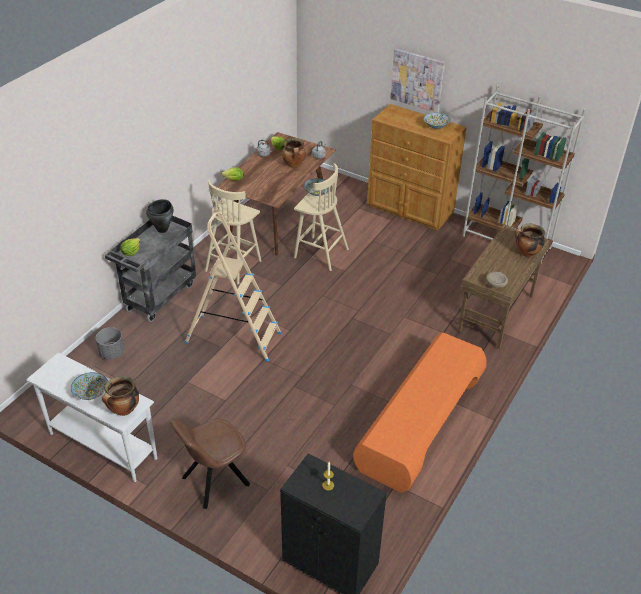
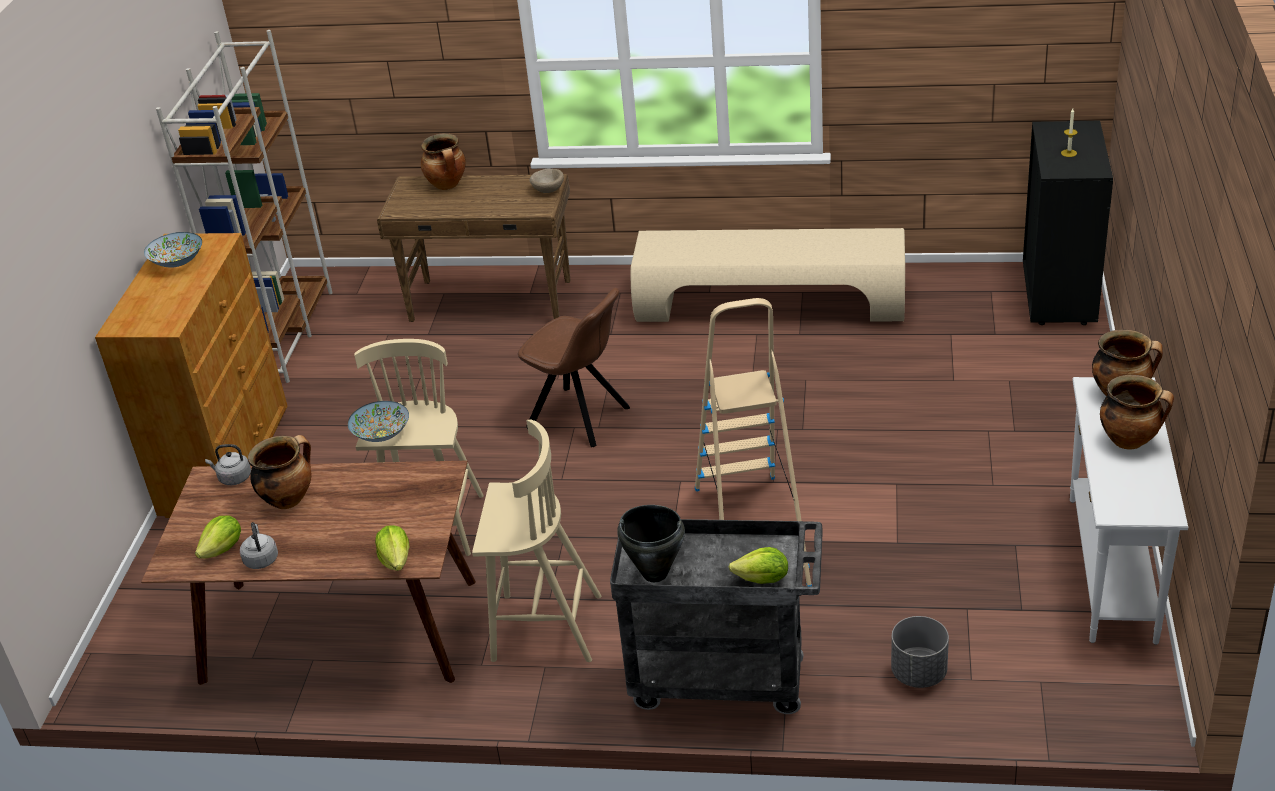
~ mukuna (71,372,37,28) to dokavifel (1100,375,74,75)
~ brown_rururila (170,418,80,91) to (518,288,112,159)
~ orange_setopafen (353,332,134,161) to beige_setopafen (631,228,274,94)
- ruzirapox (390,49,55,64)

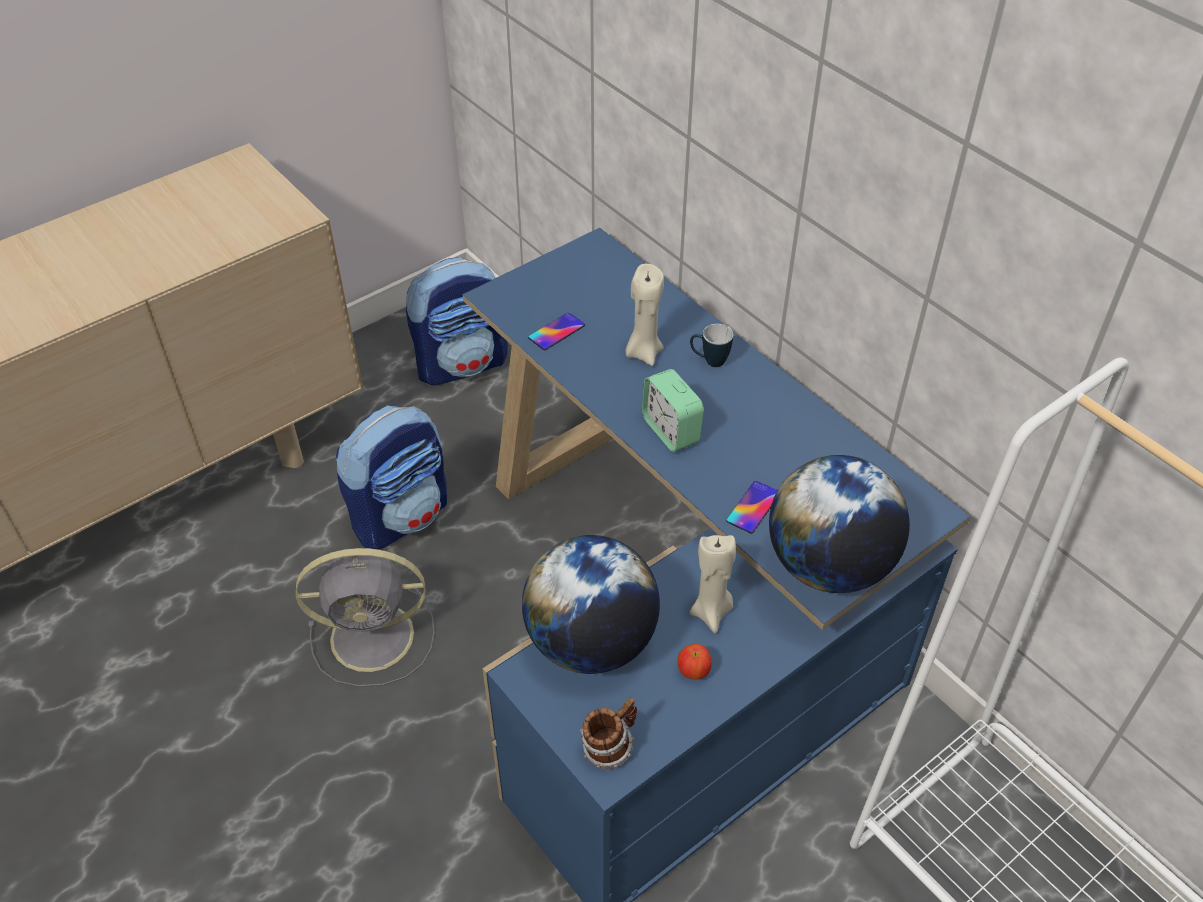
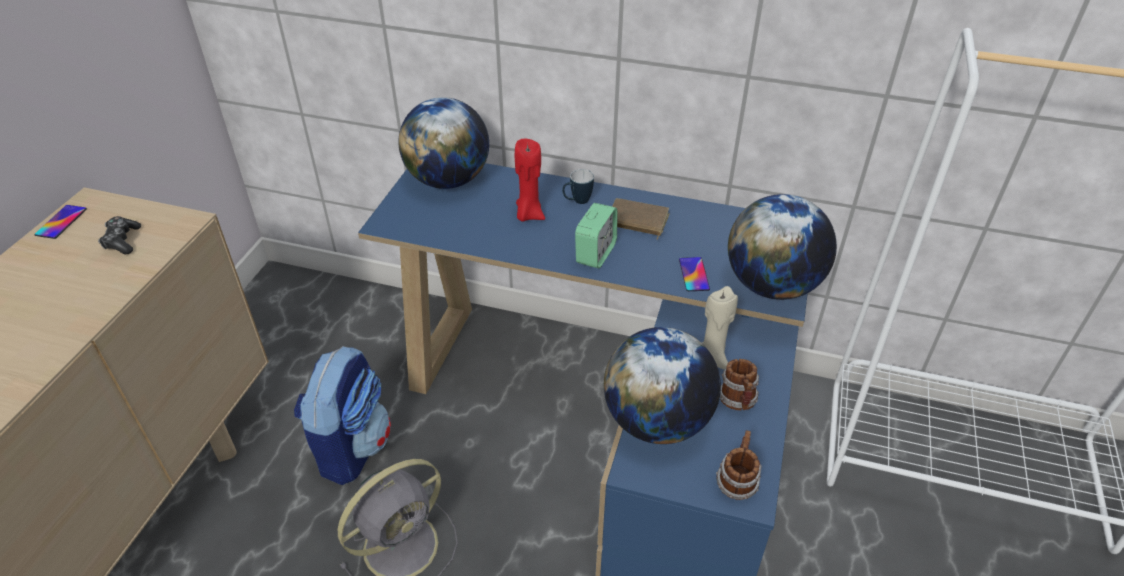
- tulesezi (406,257,102,128)
~ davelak (528,312,57,38) to (34,205,53,34)
~ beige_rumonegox (625,264,39,102) to red_rumonegox (515,139,30,83)
~ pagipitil (642,369,62,83) = (575,203,43,65) 90 degrees counterclockwise
~ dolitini (677,644,35,36) to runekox (720,359,39,51)
+ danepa (98,216,43,39)
+ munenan (398,97,91,92)
+ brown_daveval (612,198,57,42)

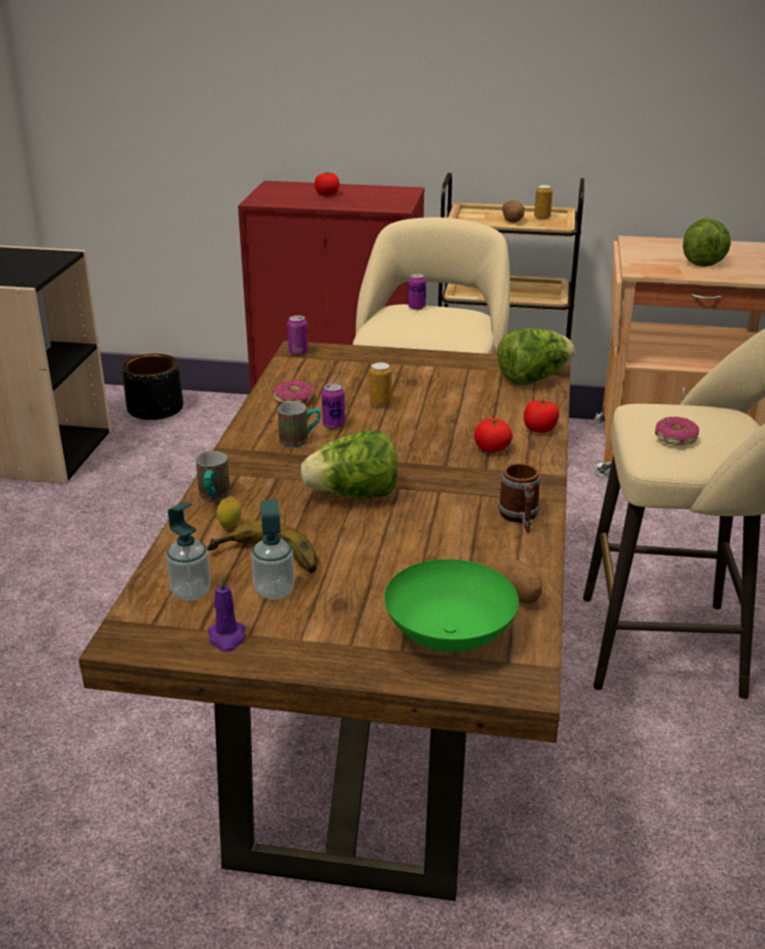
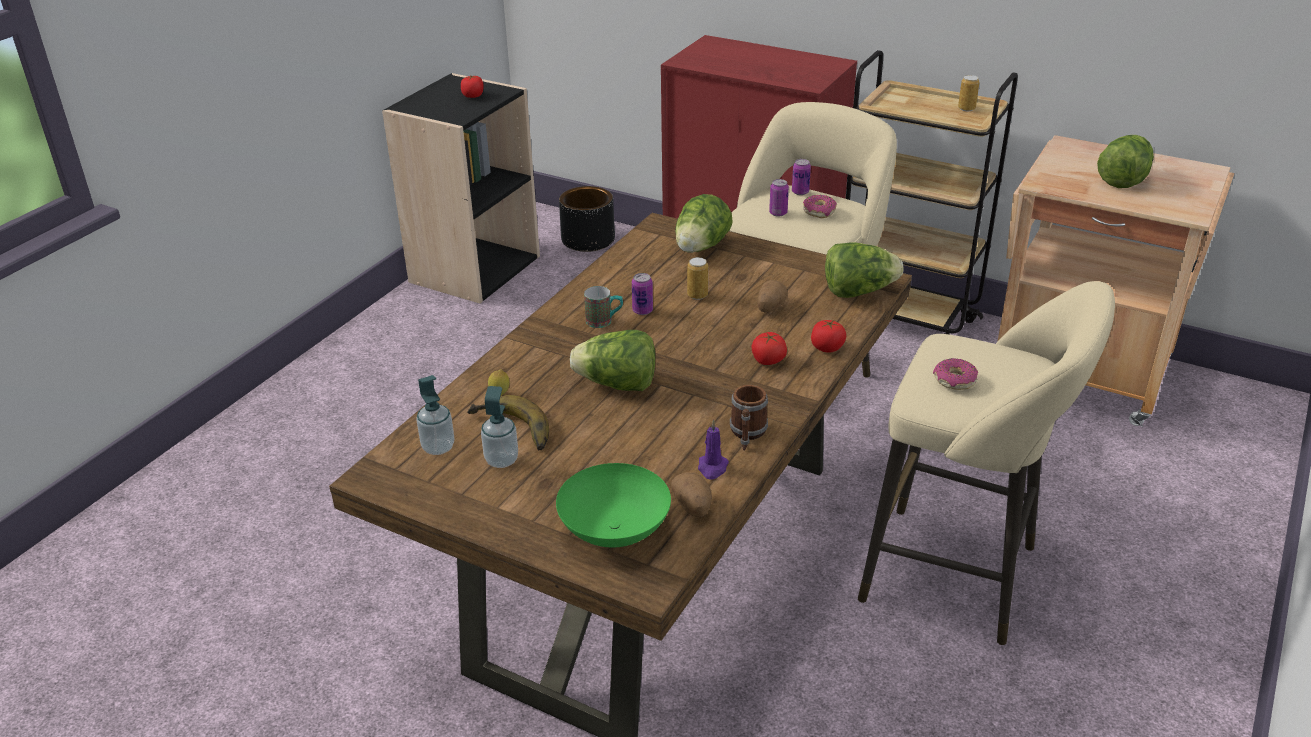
- runekox (196,451,34,50)
~ purple_rumonegox (208,576,37,76) to (698,419,31,60)
~ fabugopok (273,380,40,25) to (803,195,34,23)
~ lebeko (287,315,21,41) to (769,179,20,38)
~ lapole (315,172,25,24) to (461,75,23,23)
~ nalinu (502,200,23,23) to (758,280,29,33)
+ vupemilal (675,194,58,59)

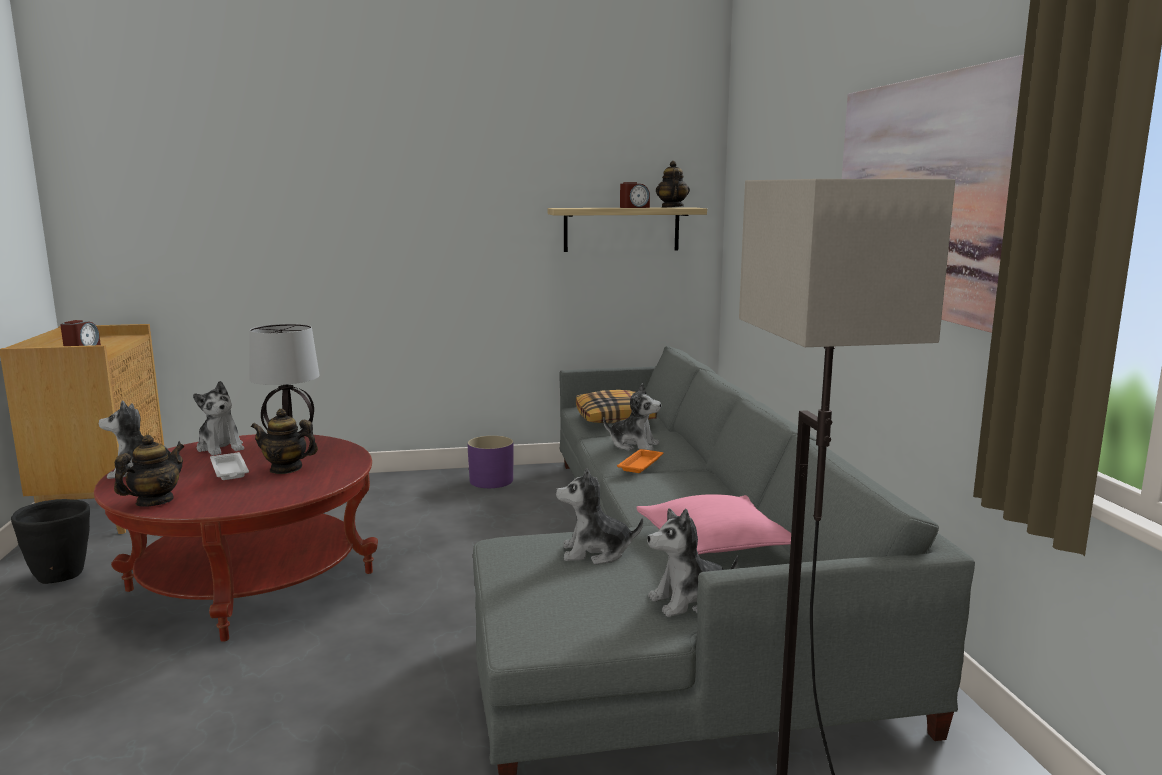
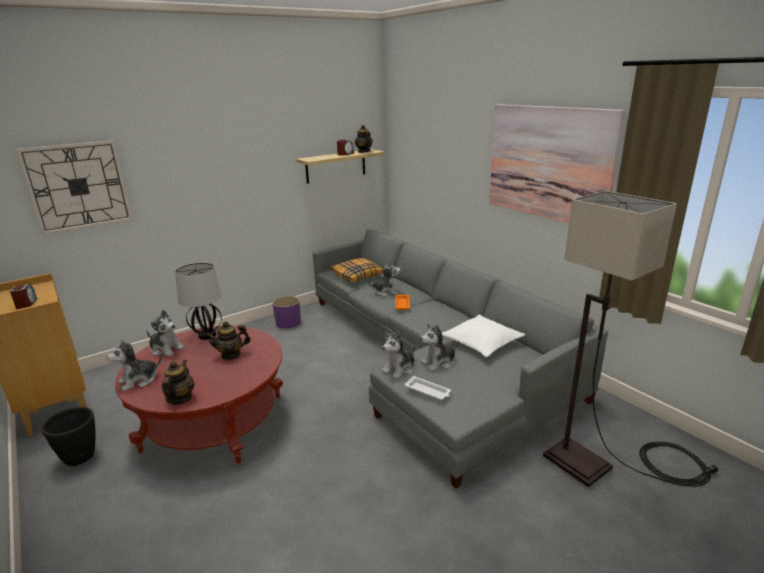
~ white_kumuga (210,452,39,28) to (404,376,47,24)
~ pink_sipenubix (636,494,155,61) to white_sipenubix (442,315,83,42)
~ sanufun (647,508,91,109) to (382,331,34,48)
+ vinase (16,140,116,95)

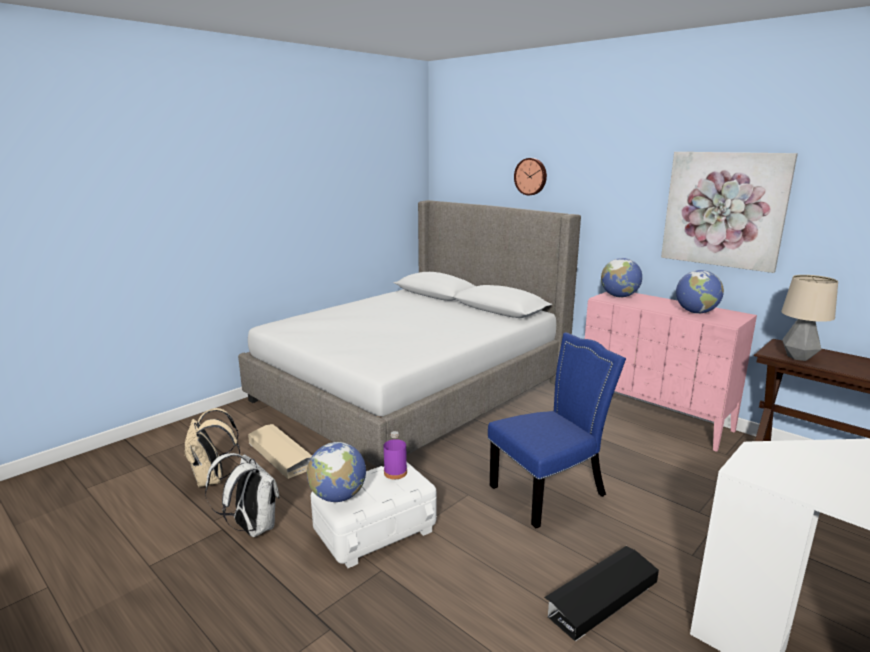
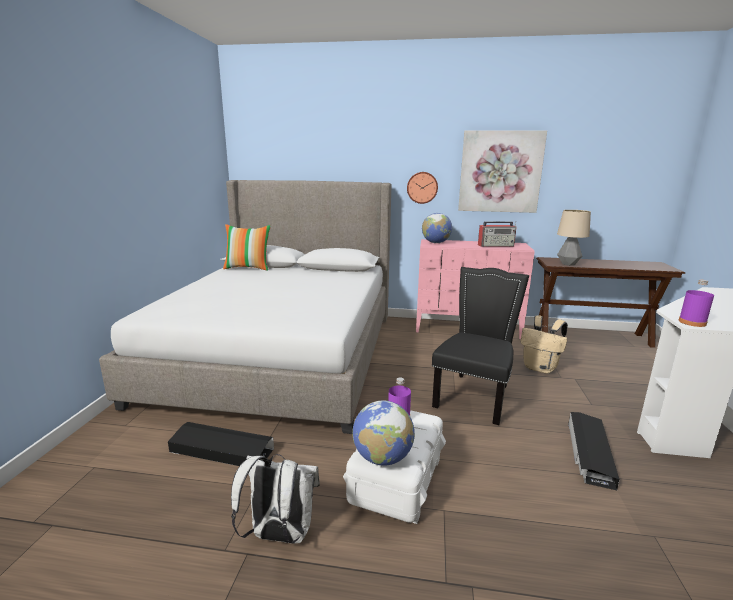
~ beige_tulesezi (184,408,56,79) to (520,315,48,58)
~ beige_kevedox (248,424,64,55) to black_kevedox (168,422,106,44)
~ blue_rururila (488,333,138,196) to black_rururila (432,267,97,158)
~ vinase (514,158,33,37) to (407,172,31,32)
~ munenan (676,270,48,44) to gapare (478,222,38,25)
+ sipenubix (223,224,48,47)
+ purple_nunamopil (678,280,36,47)

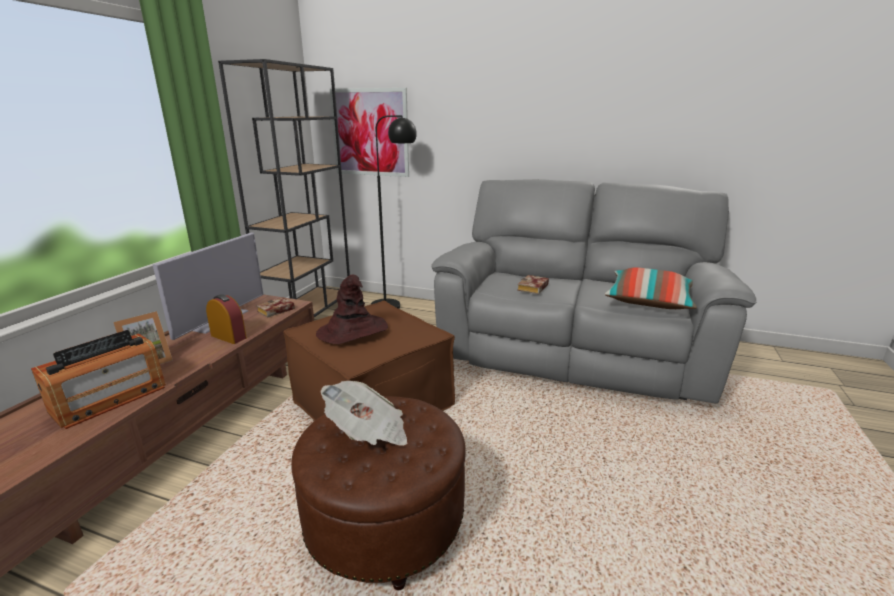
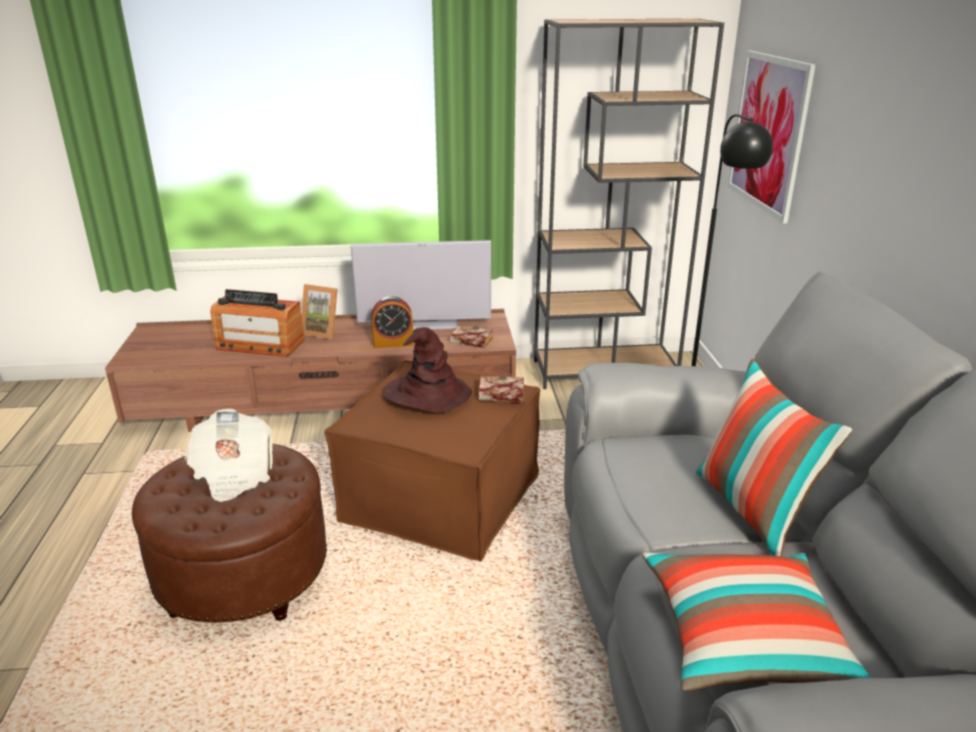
~ pagipitil (206,294,41,50) = (371,296,43,52) 75 degrees clockwise
~ daveval (517,275,32,19) to (479,376,45,26)
+ sipenubix (696,359,157,197)

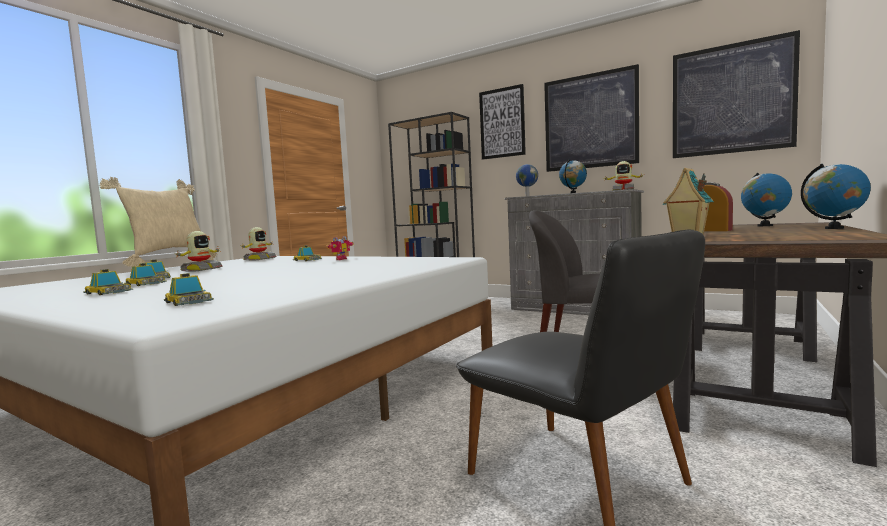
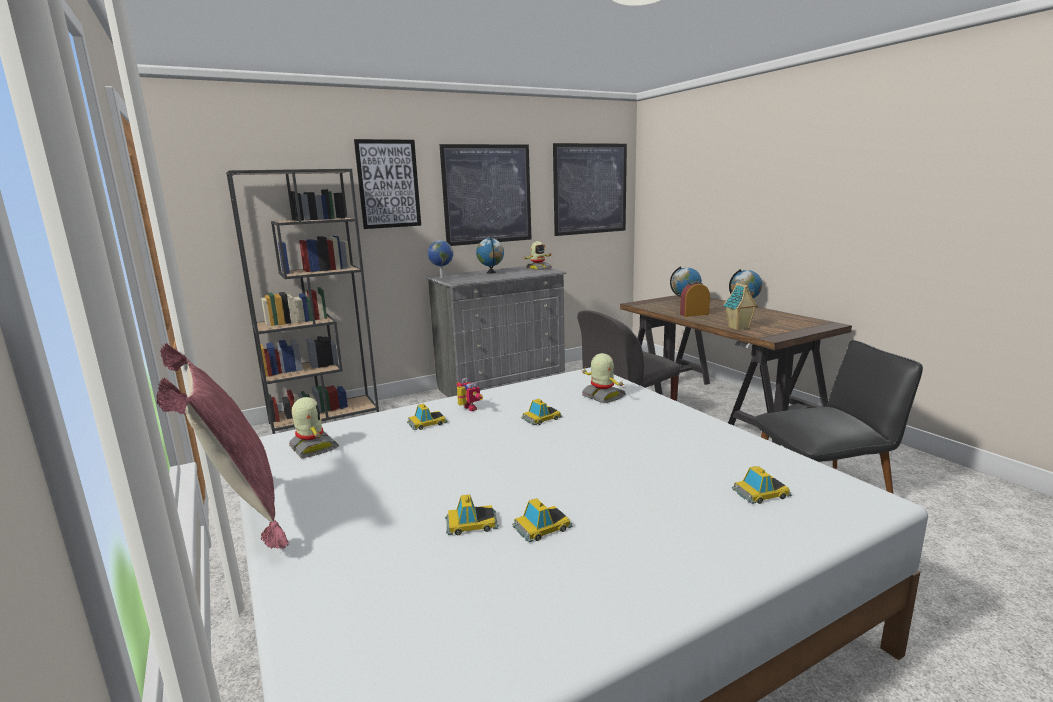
~ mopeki (83,269,50,26) to (521,399,41,26)
~ beige_sipenubix (100,177,116,90) to red_sipenubix (156,343,133,206)
~ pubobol (176,231,47,41) to (582,353,44,50)

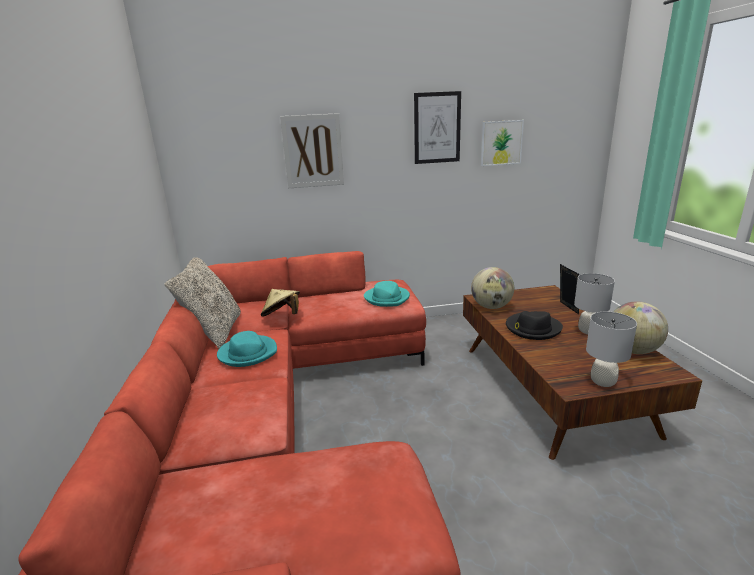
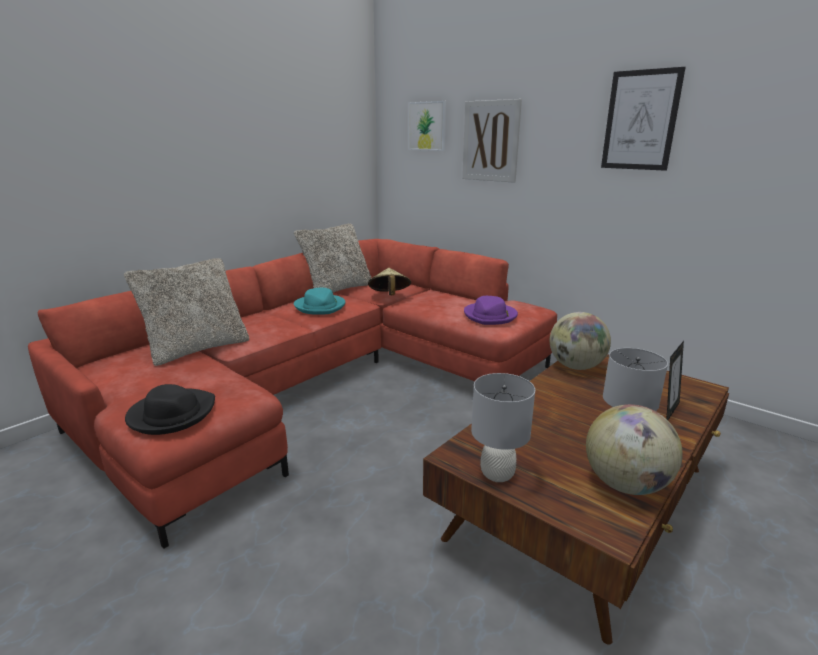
~ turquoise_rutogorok (364,281,46,26) to purple_rutogorok (464,296,54,29)
~ ruzirapox (481,120,43,46) to (408,101,38,50)
~ black_rutogorok (506,311,57,29) to (125,384,90,51)
+ beige_sipenubix (124,258,125,108)

